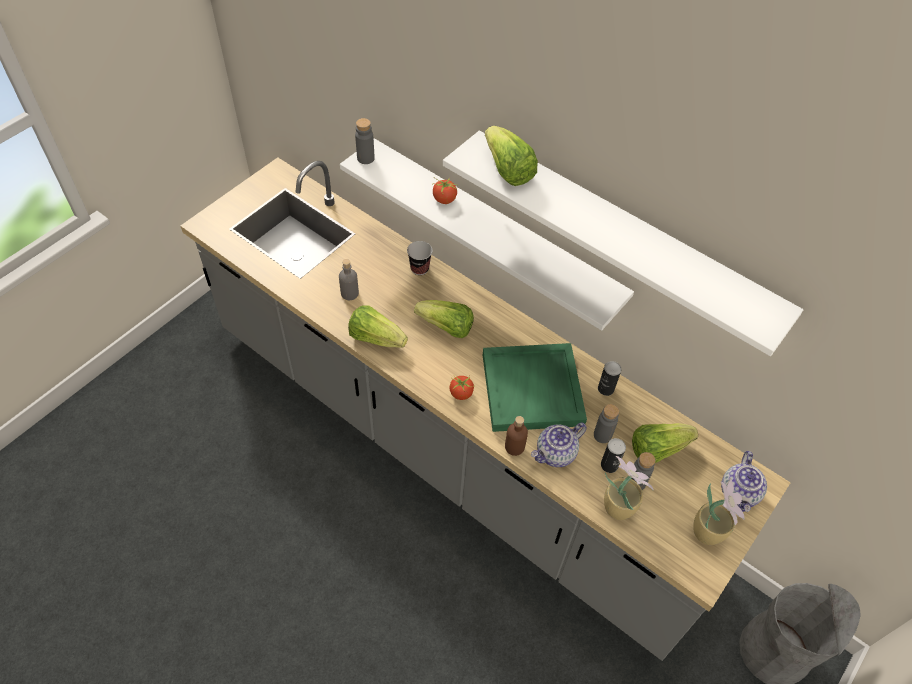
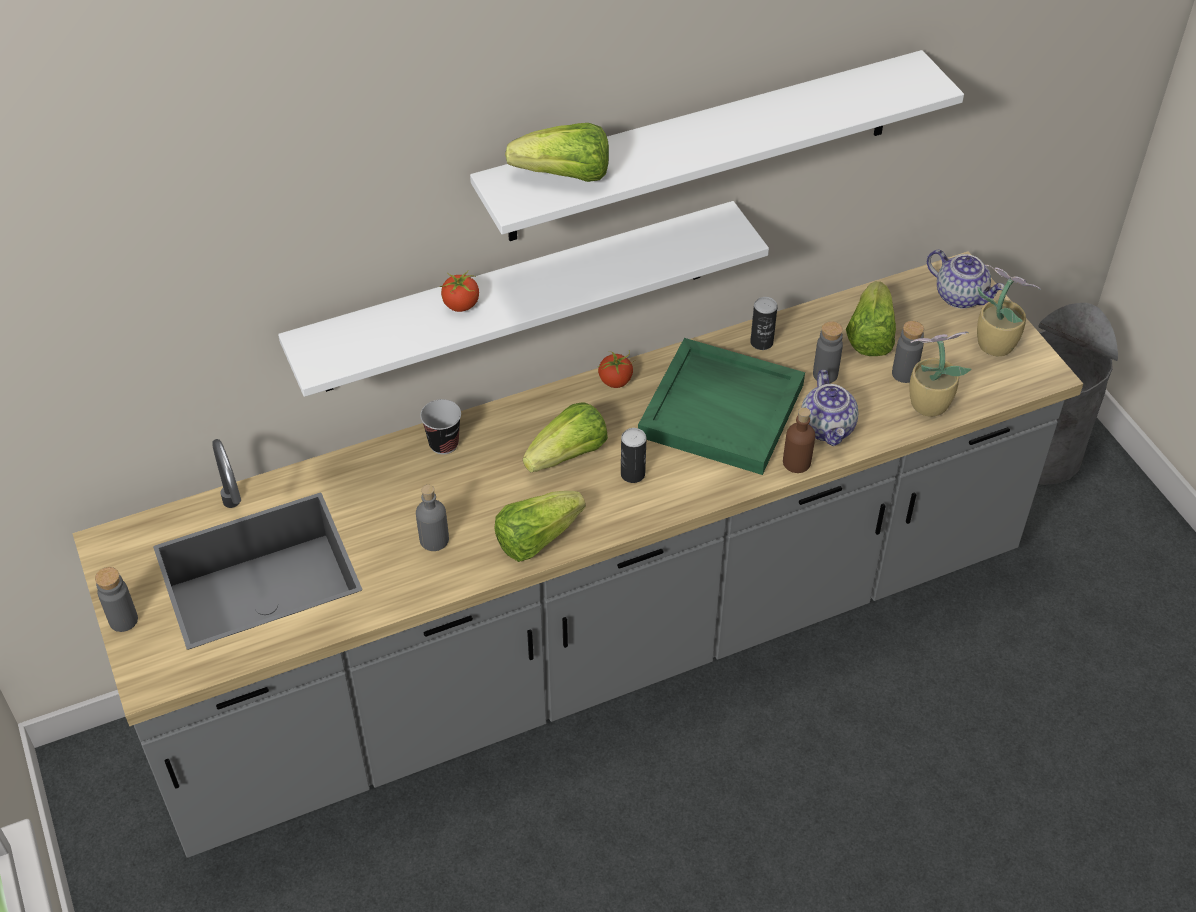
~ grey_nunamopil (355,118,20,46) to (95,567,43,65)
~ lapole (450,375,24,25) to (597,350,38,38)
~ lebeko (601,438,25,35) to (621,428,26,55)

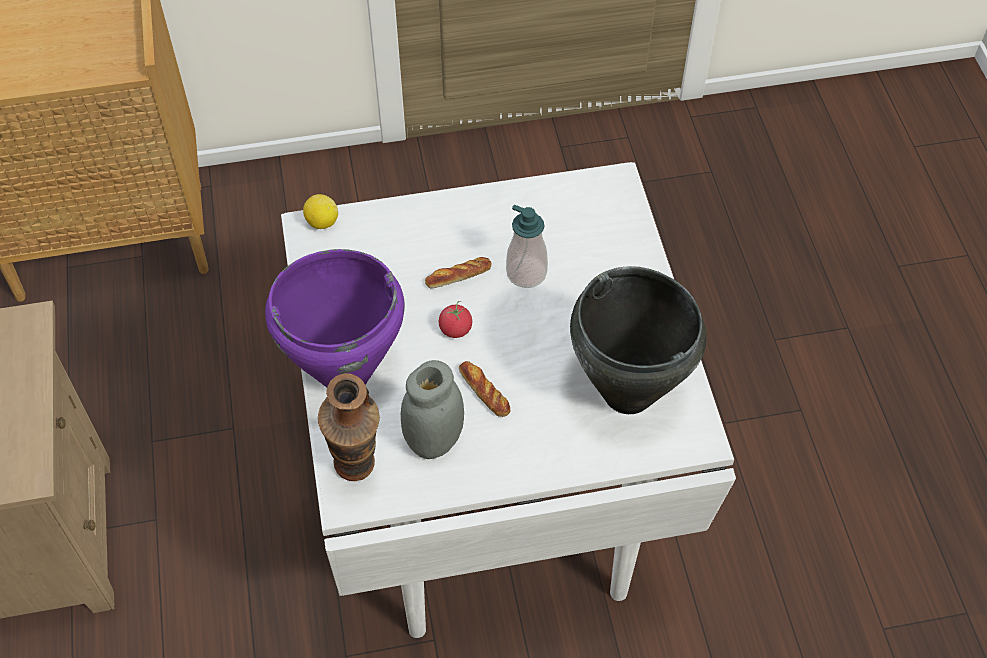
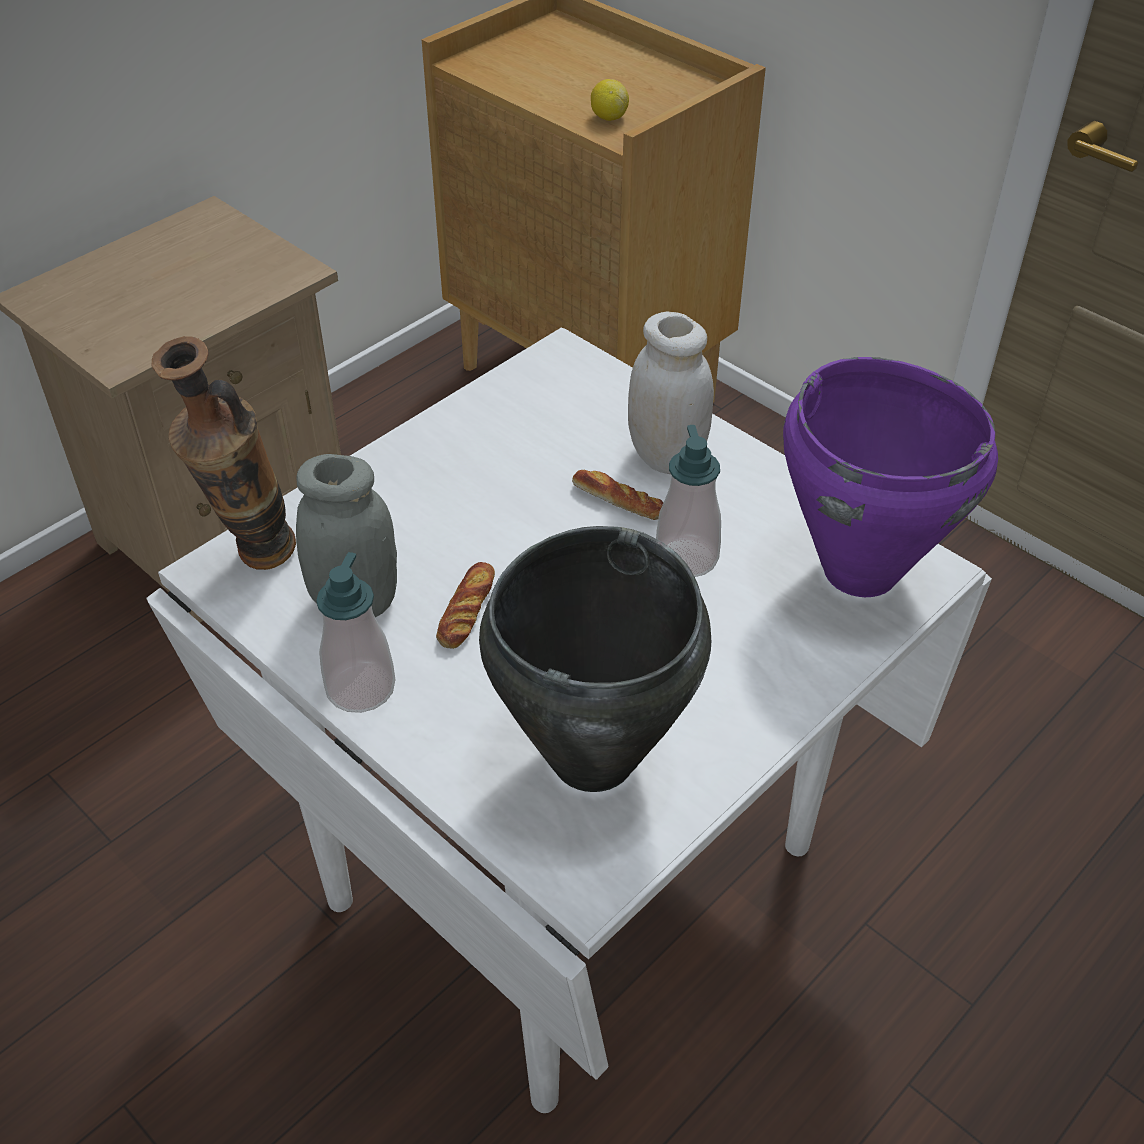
~ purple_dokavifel (265,249,140,138) to (783,357,215,240)
~ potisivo (303,194,35,35) to (591,79,38,42)
- lapole (439,301,33,37)
+ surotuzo (316,552,79,161)
+ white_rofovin (628,312,86,162)

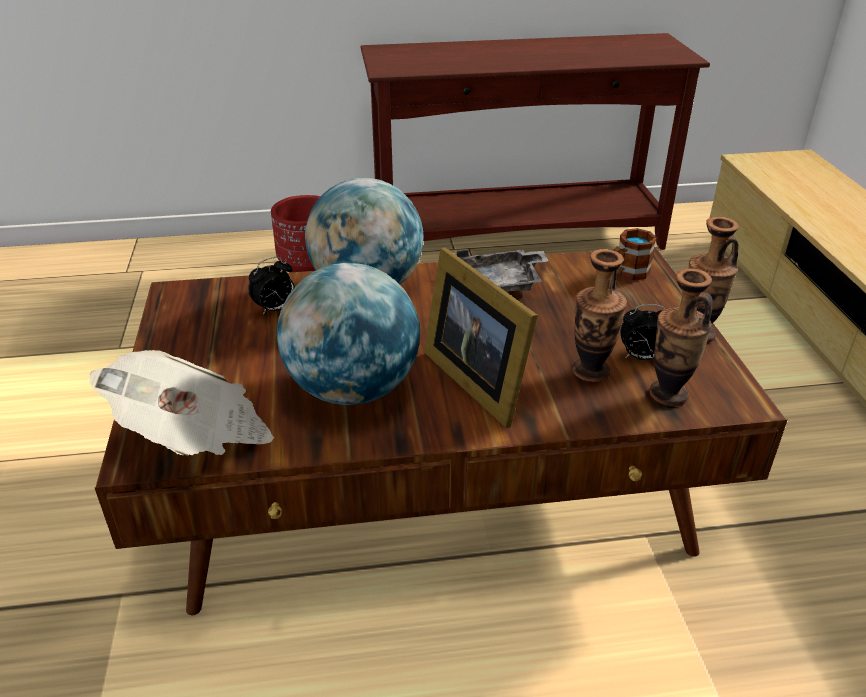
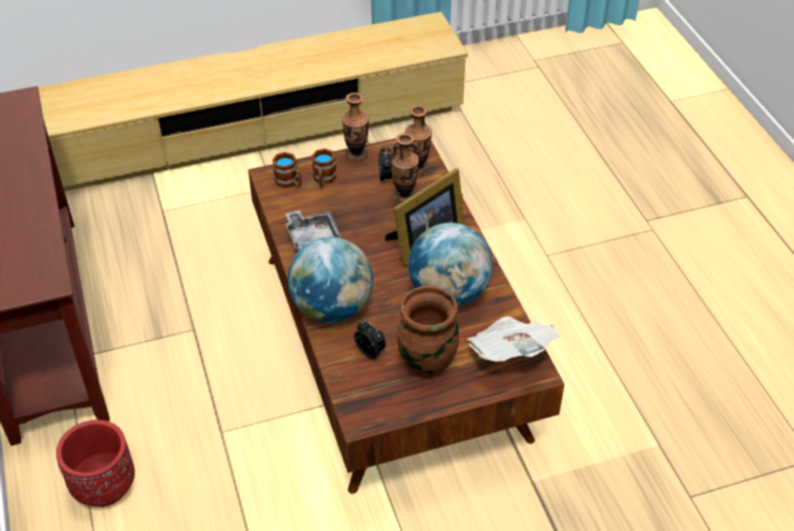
+ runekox (311,149,25,37)
+ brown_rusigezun (397,286,62,92)

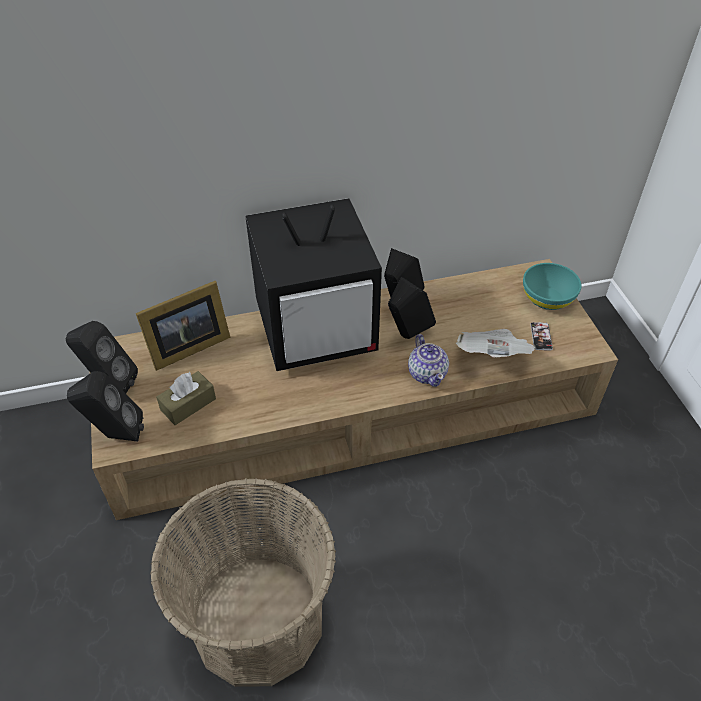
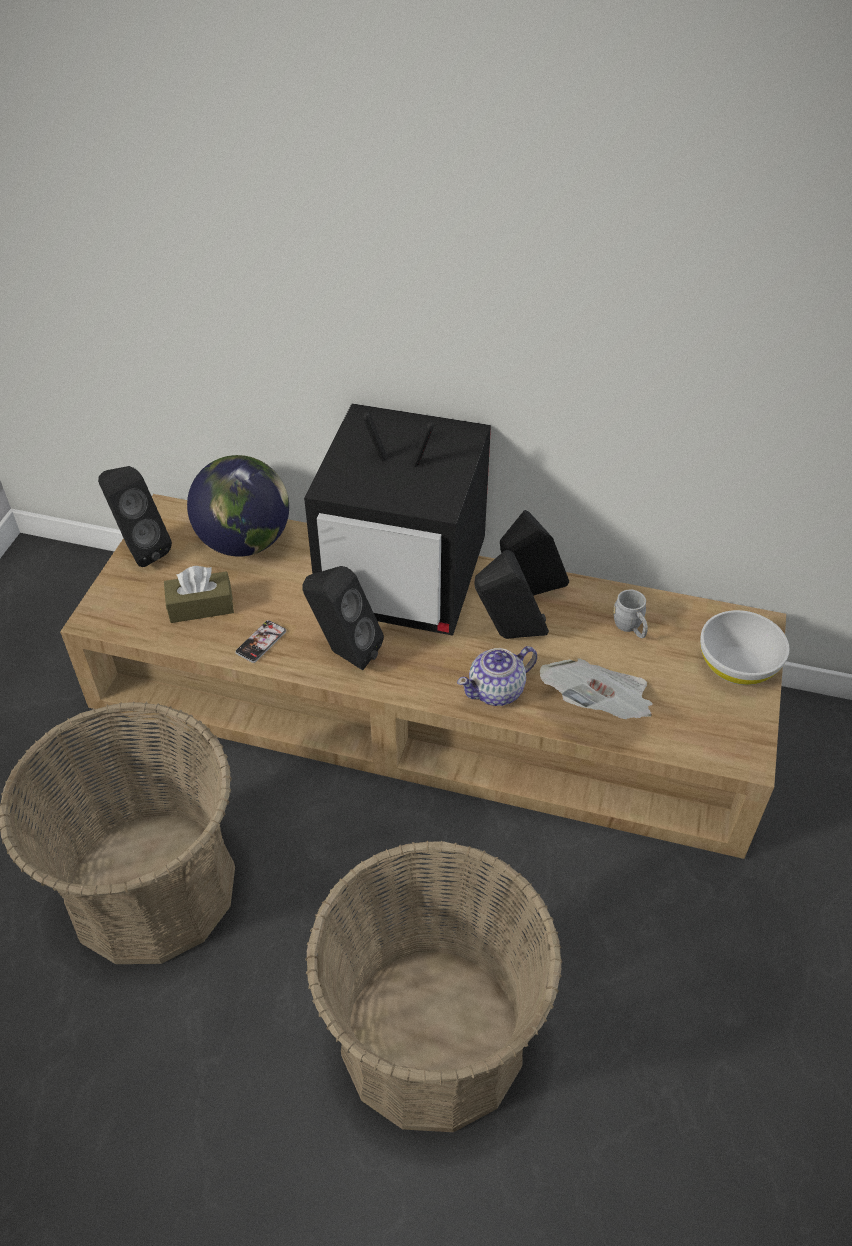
~ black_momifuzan (67,371,77,71) to (302,566,82,104)
~ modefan (136,281,94,90) to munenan (187,455,102,102)
~ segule (408,334,41,53) = (457,646,80,60) 45 degrees clockwise
~ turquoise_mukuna (523,263,59,47) to white_mukuna (700,610,89,75)
~ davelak (530,322,23,29) to (235,620,51,43)
+ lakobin (305,840,257,292)
+ grey_runekox (613,590,35,48)

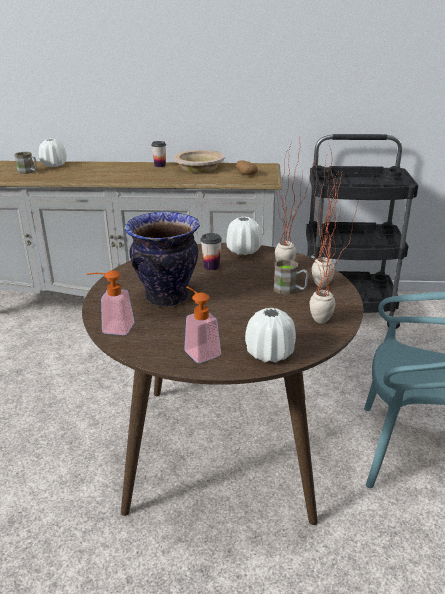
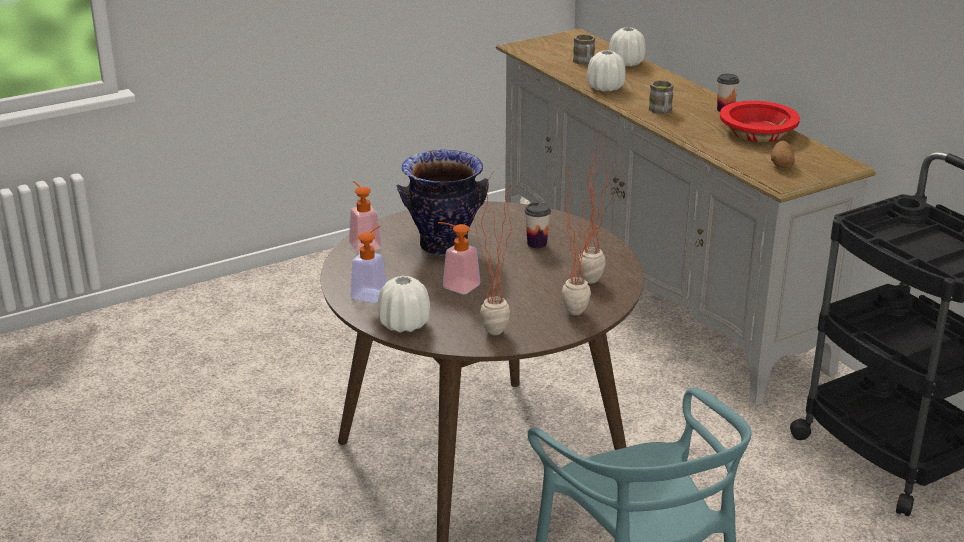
~ beige_mukuna (173,150,51,23) to red_mukuna (720,101,80,41)
~ white_rusigezun (226,217,36,38) to (587,50,39,41)
~ brown_runekox (273,259,36,36) to (649,80,25,34)
+ surotuzo (438,222,42,72)

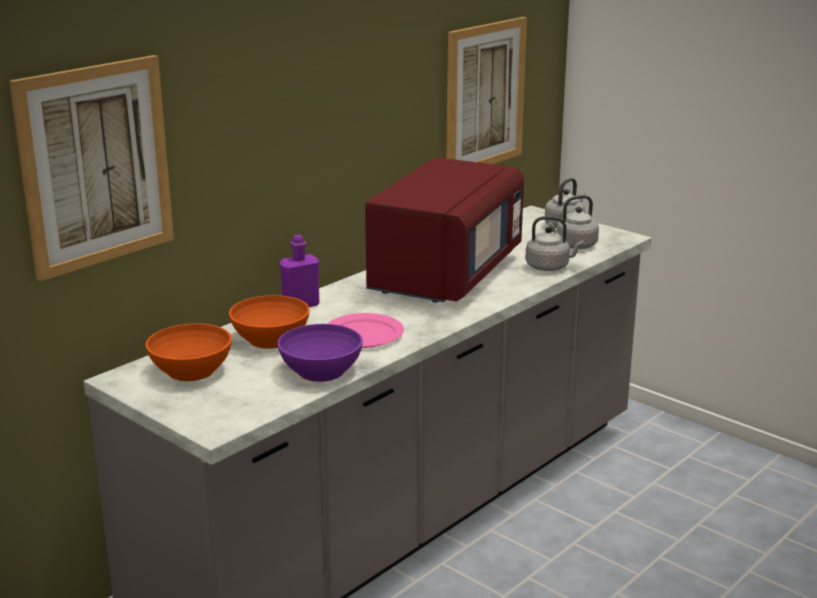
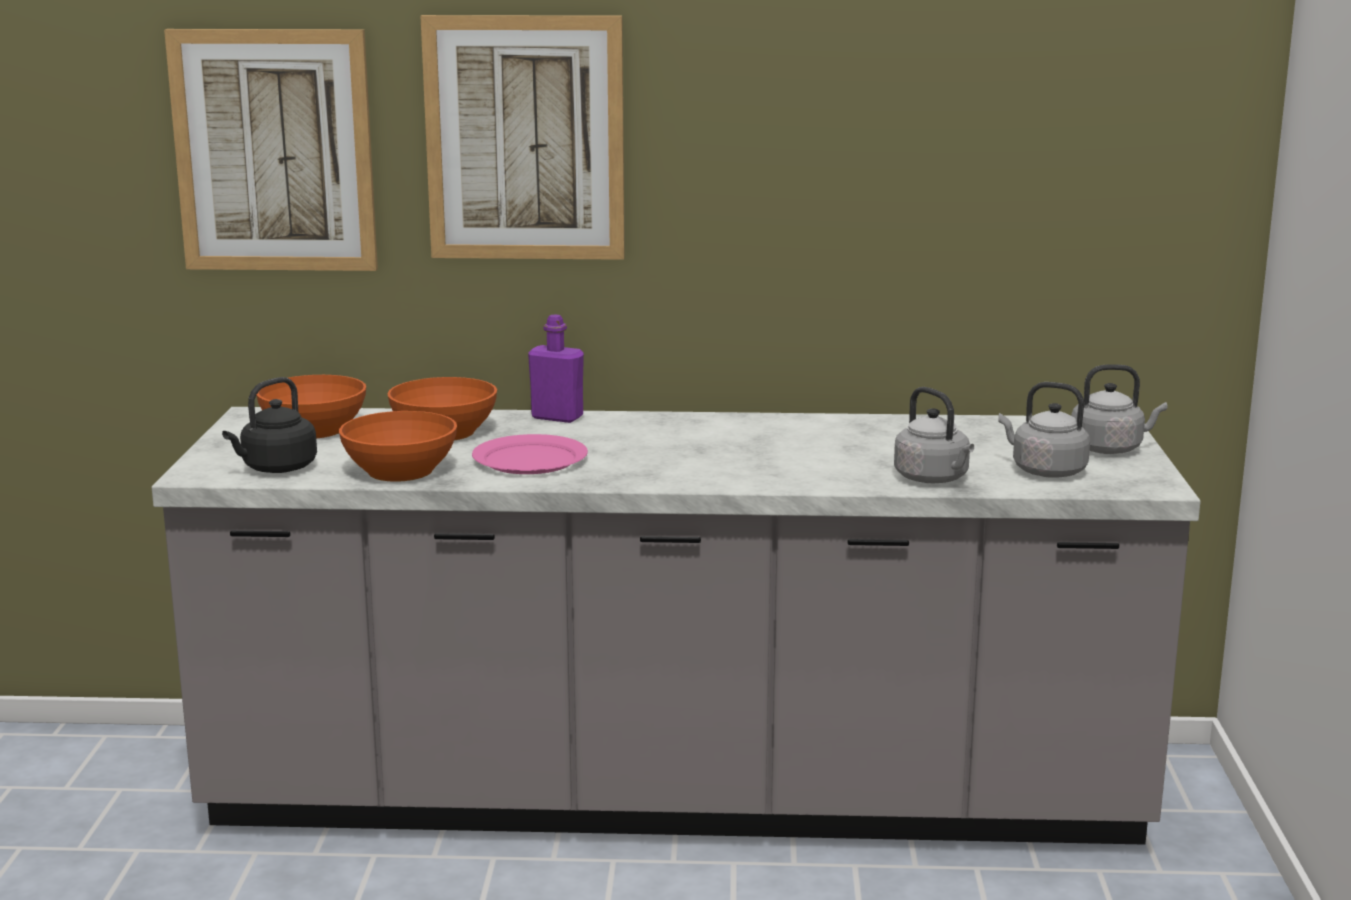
~ purple_mukuna (278,324,85,58) to orange_mukuna (339,411,118,71)
- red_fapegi (365,157,159,145)
~ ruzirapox (446,17,81,147) to (420,15,205,245)
+ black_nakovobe (222,377,95,96)

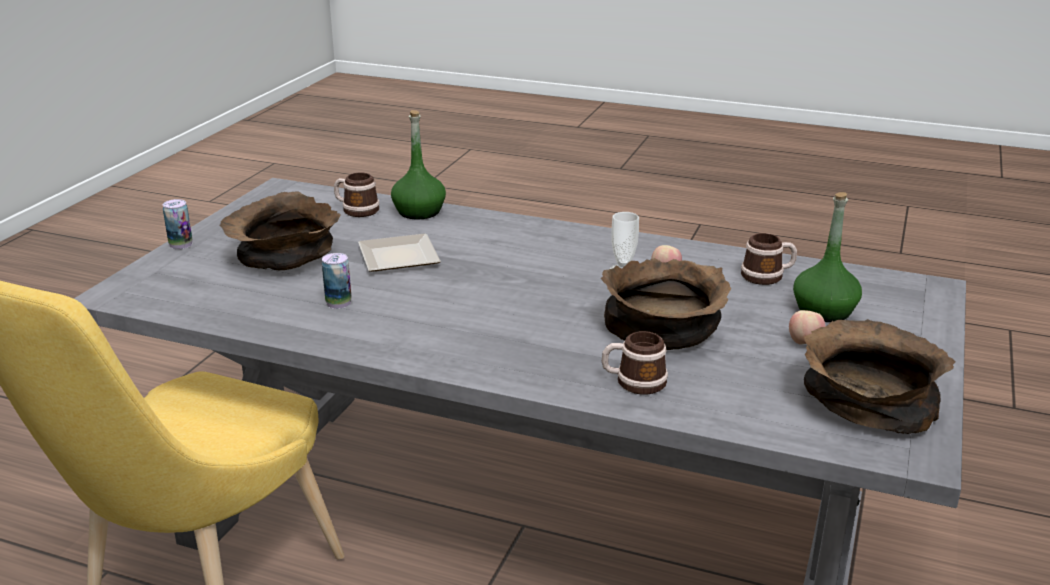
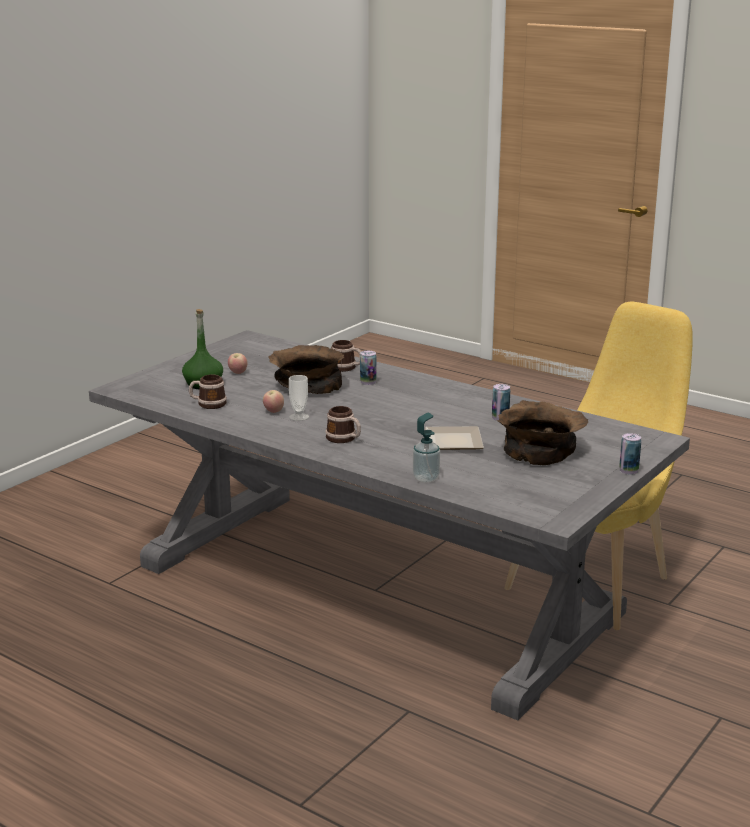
~ runekox (334,173,46,44) to (325,406,36,37)
~ green_nunamopil (391,110,55,109) to surotuzo (413,413,27,70)
- brown_mukuna (804,319,151,115)
+ lebeko (360,351,16,34)

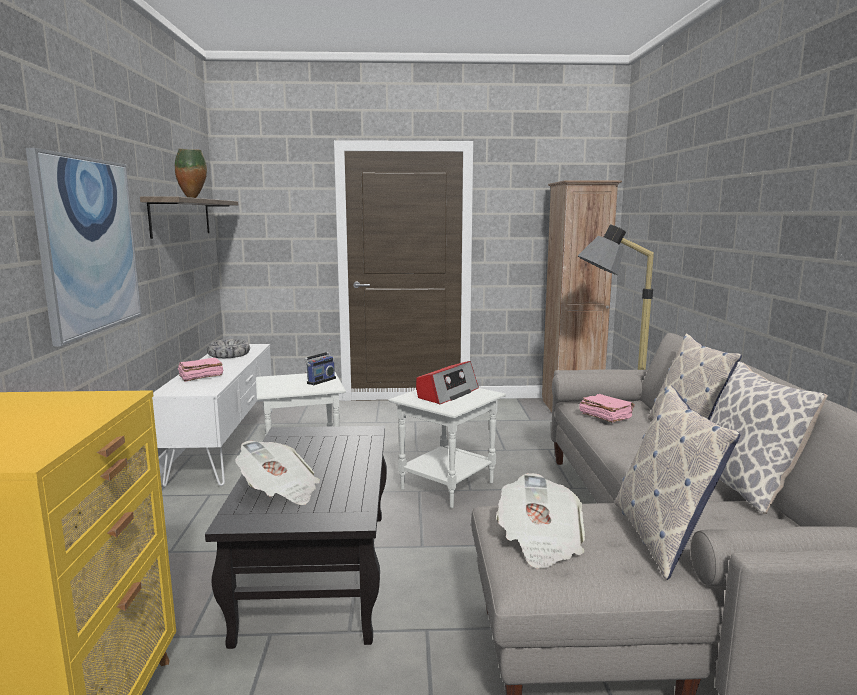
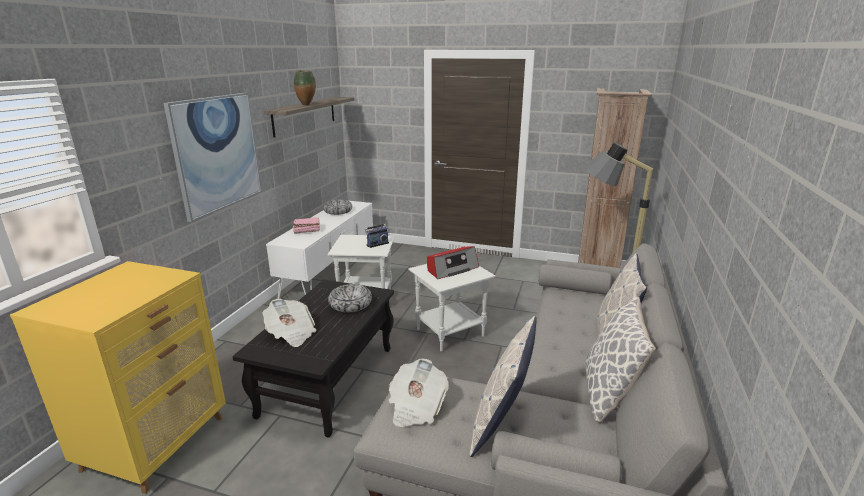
- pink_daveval (579,394,56,29)
+ mukuna (328,284,44,28)

